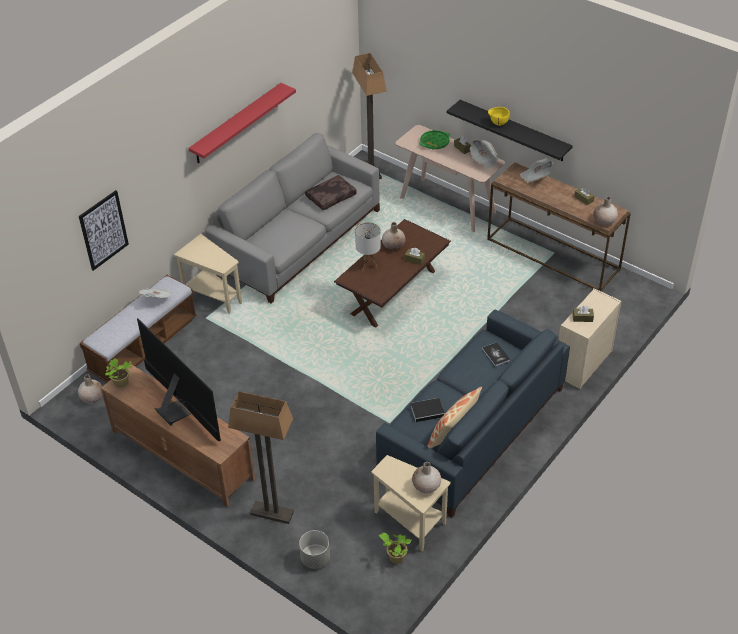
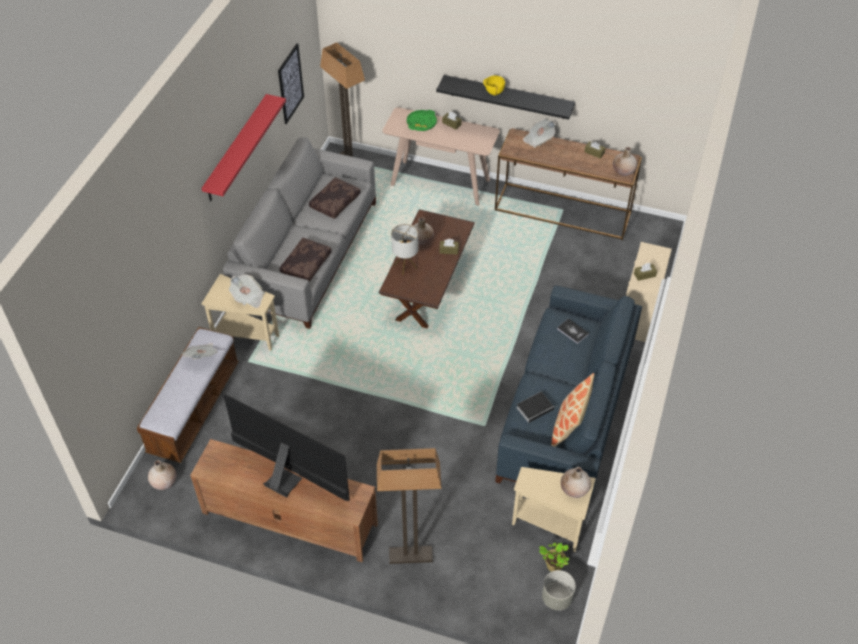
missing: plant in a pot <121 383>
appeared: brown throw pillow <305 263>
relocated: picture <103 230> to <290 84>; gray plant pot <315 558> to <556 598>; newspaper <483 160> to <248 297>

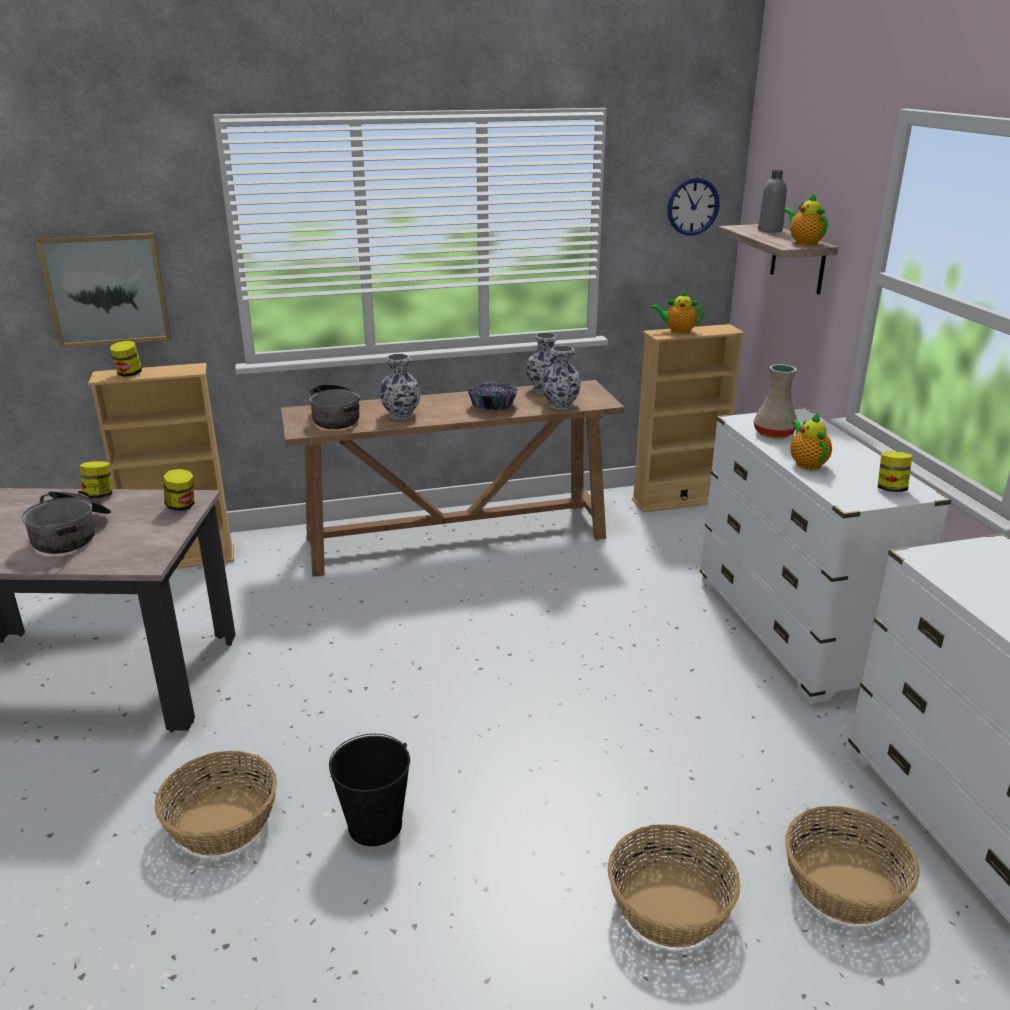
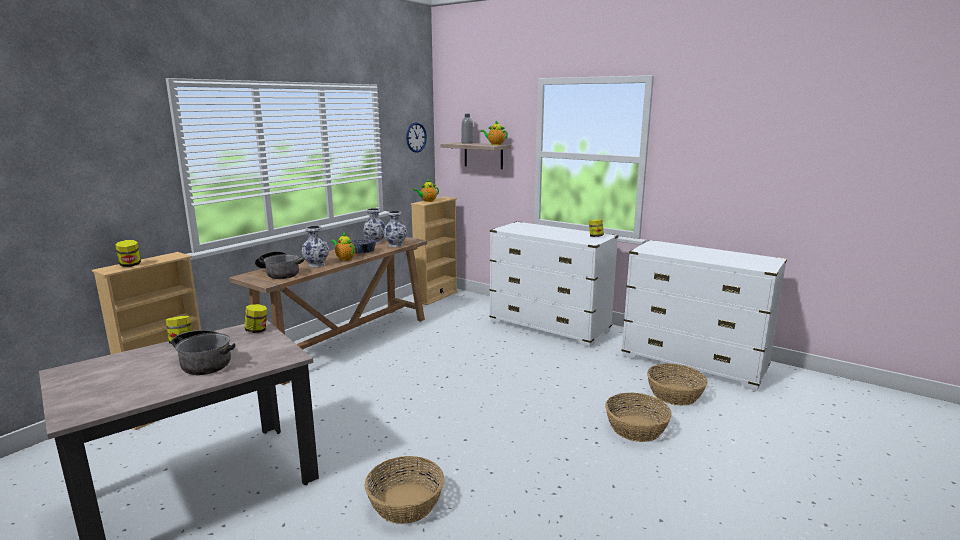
missing: picture <107 289>; black-coloured bucket <375 825>; beige-coloured vase <773 433>
relocated: teapot <806 464> to <344 259>

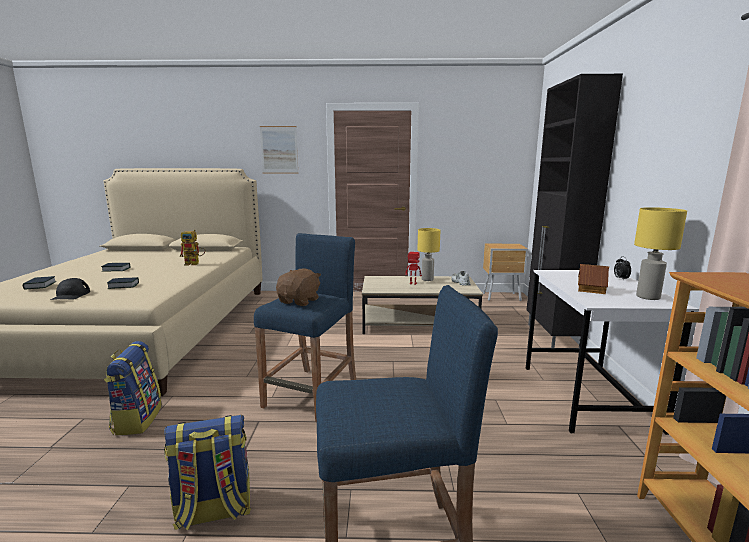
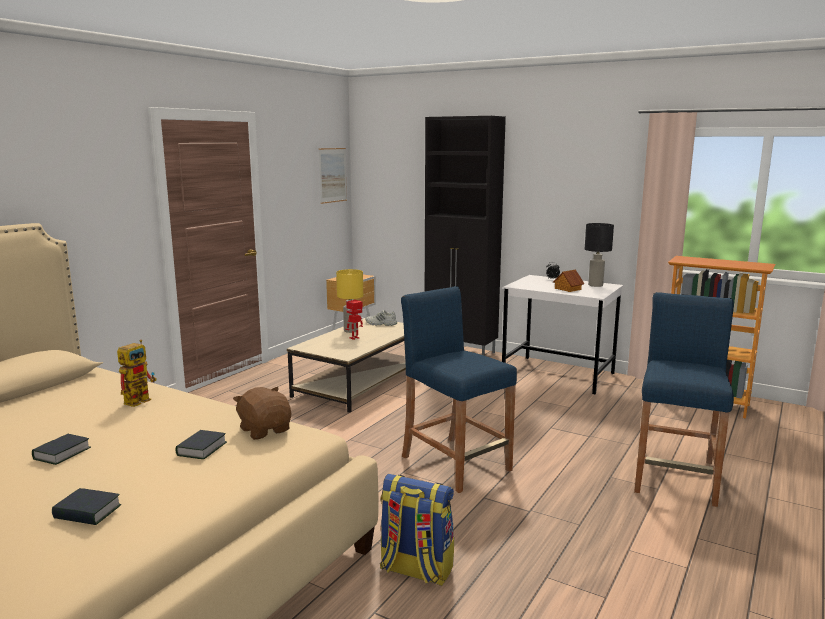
missing: black-coloured cap <70 295>; backpack <213 511>
relocated: picture <279 150> to <332 175>; brown plush toy <300 301> to <265 430>
colour: yellow tabletop lamp <647 297> to black-coloured tabletop lamp <595 285>

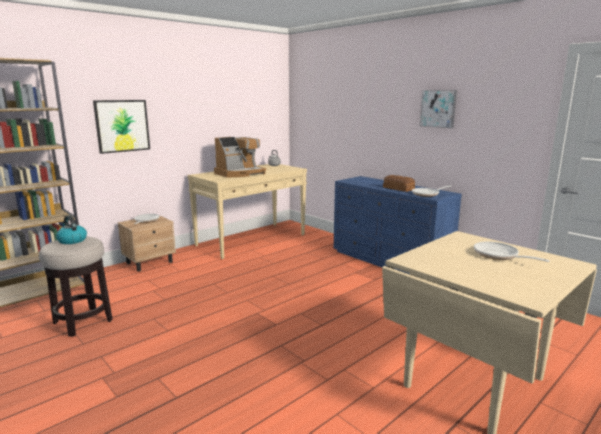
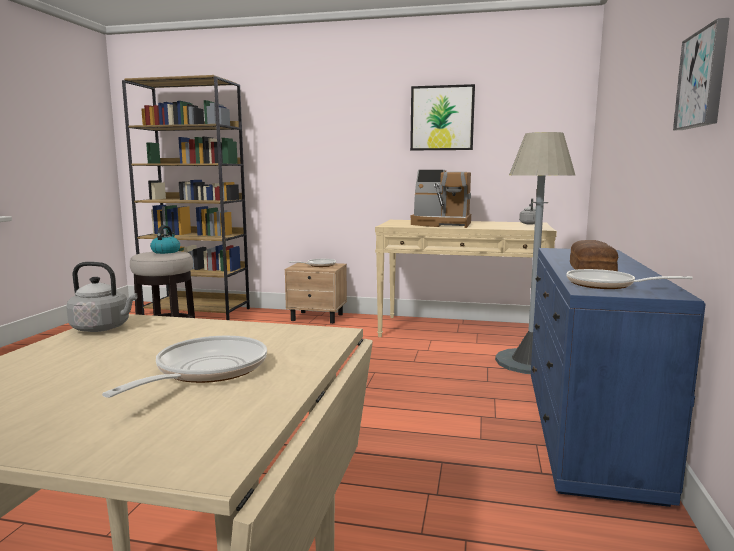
appeared: gray tea kettle <103 328>; gray standard lamp <530 362>
relocated: picture <122 126> to <442 118>

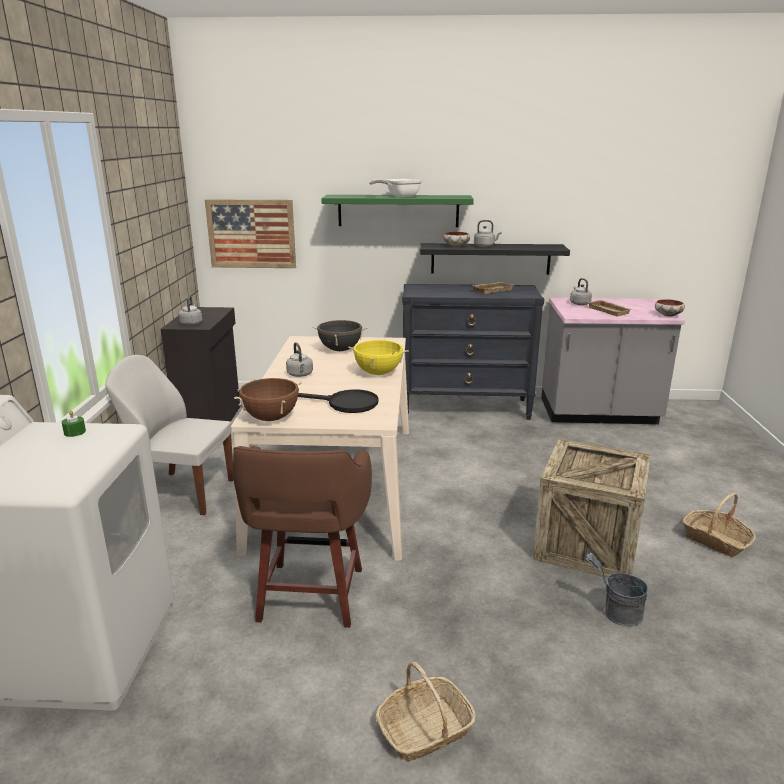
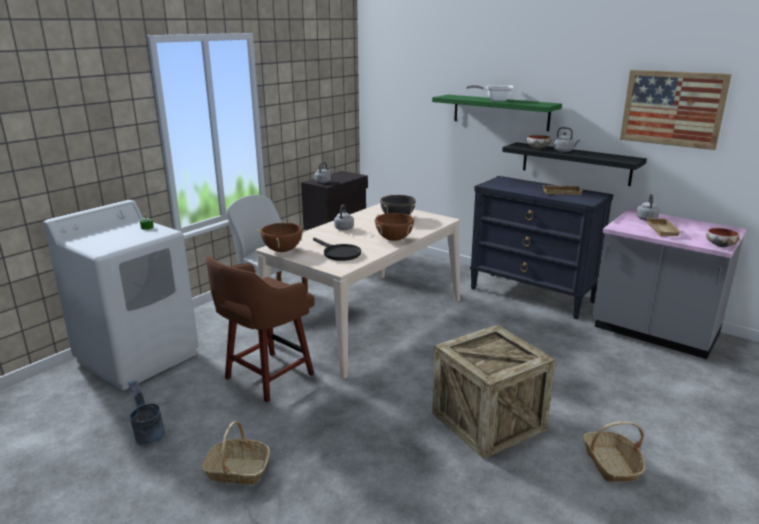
relocated: picture <251 234> to <672 108>; gray bucket <615 613> to <148 434>
colour: yellow stockpot <378 373> to brown stockpot <394 239>

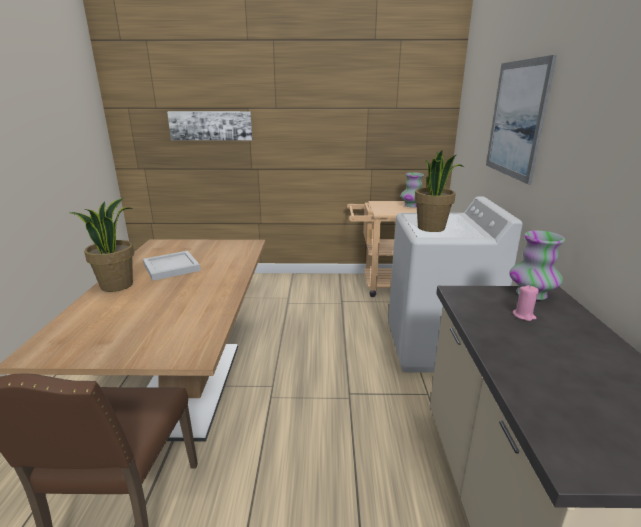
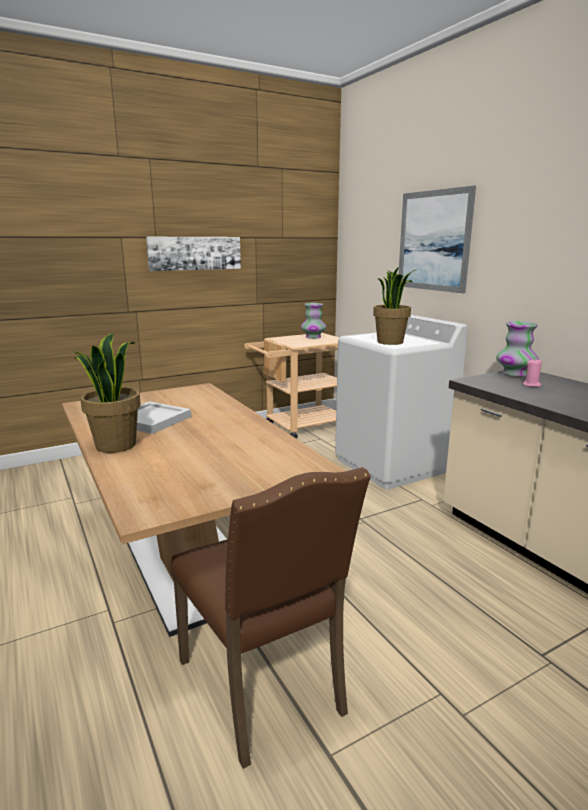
relocated: picture <211 125> to <195 253>

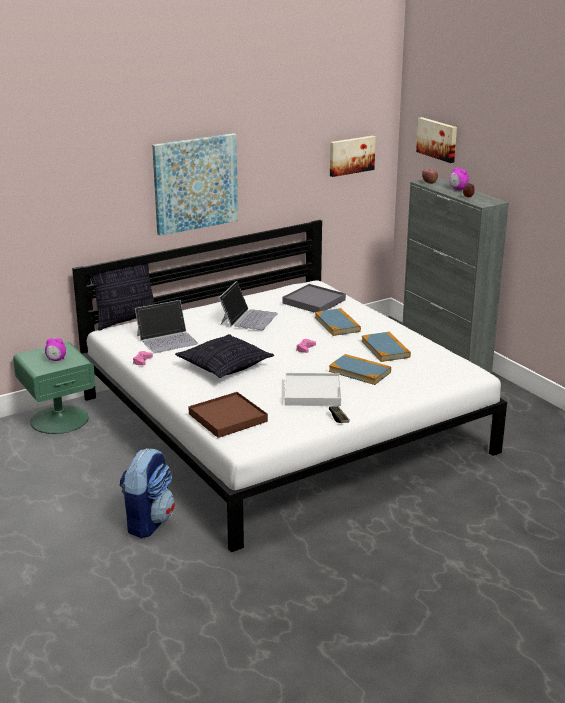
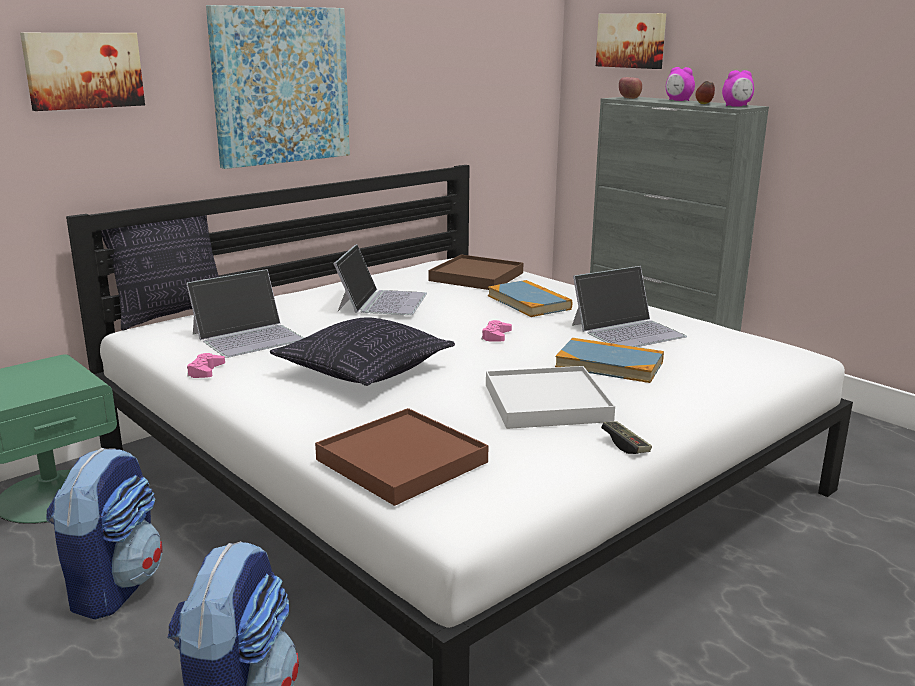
appeared: backpack <114 586>
relocated: bedside clock <56 360> to <736 106>; picture <351 155> to <83 70>
exchanged: book <385 349> to portable computer <628 330>
colour: gray serving tray <314 301> to brown serving tray <476 277>

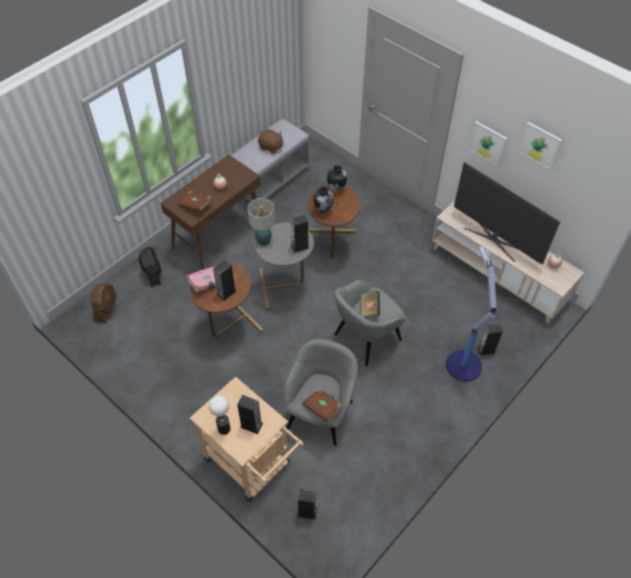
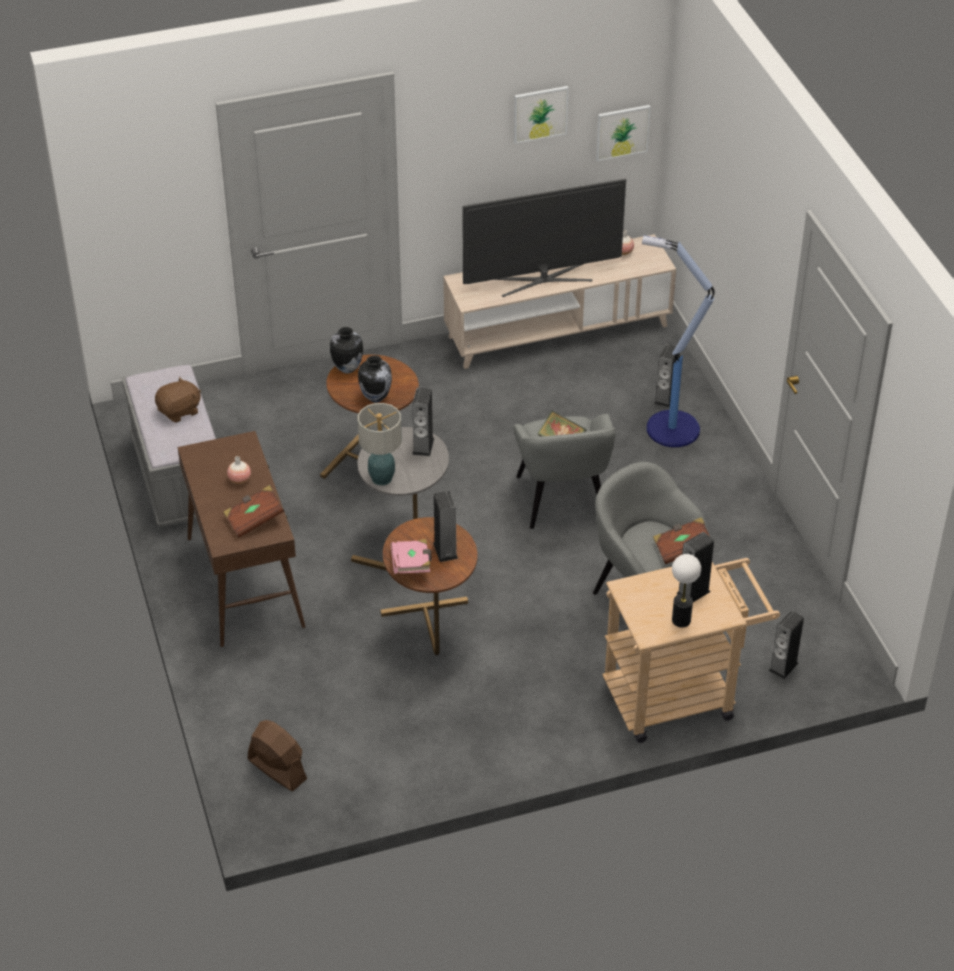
missing: black-coloured fan <152 273>
relocated: picture <488 143> to <622 132>

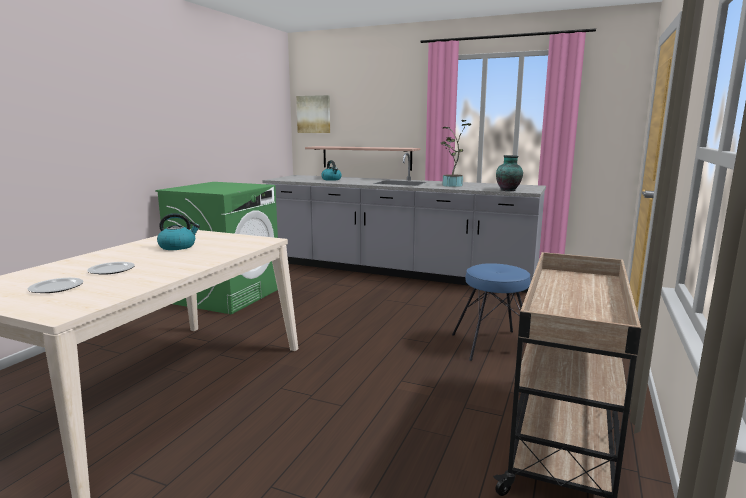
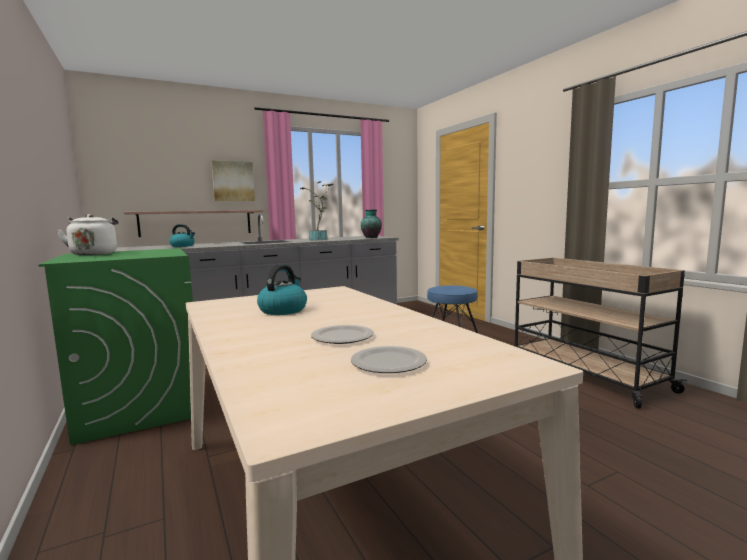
appeared: white tea kettle <94 254>
relocated: picture <314 114> to <233 181>

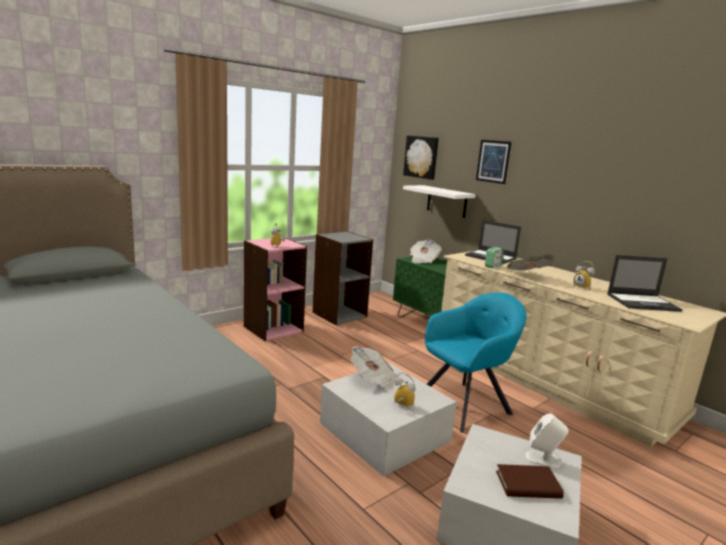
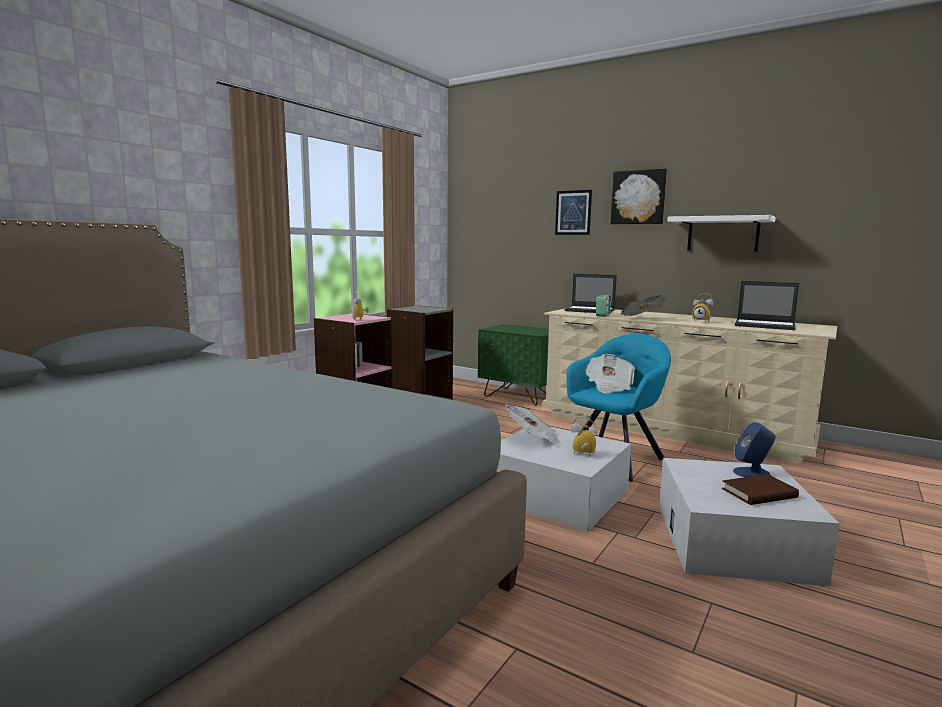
relocated: picture <421 157> to <638 197>; white shelf <446 201> to <723 234>; newspaper <423 260> to <609 387>
colour: white audio speaker <543 459> to blue-coloured audio speaker <752 473>
spun: portable computer <643 302> = <765 325> 45 degrees clockwise

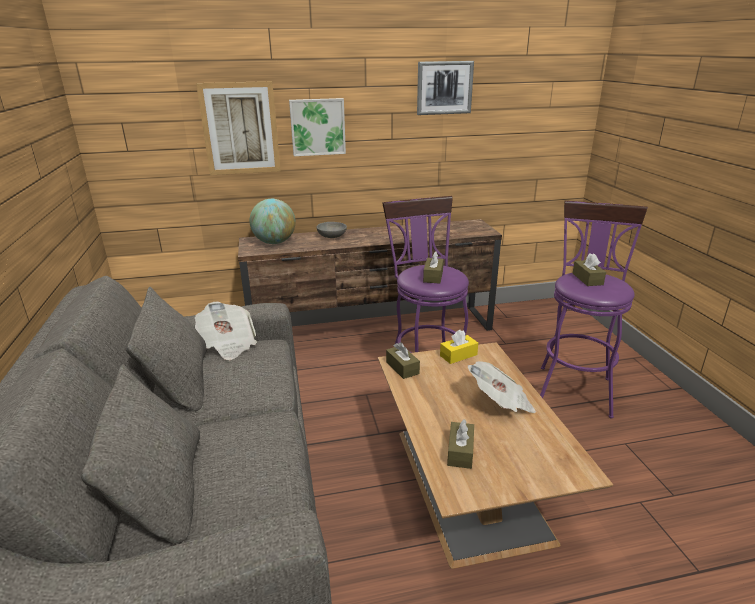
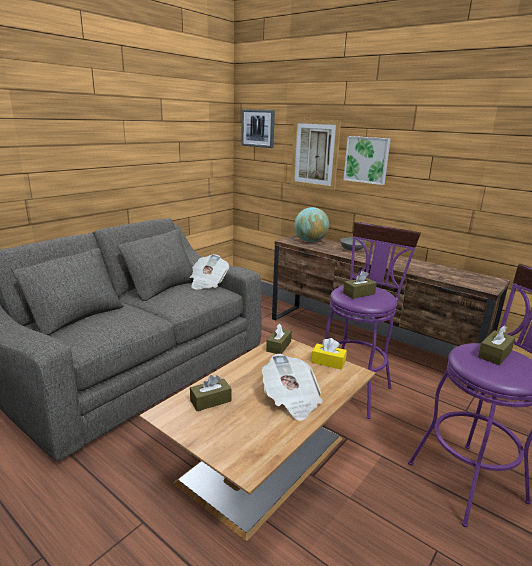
relocated: picture <444 88> to <258 128>

